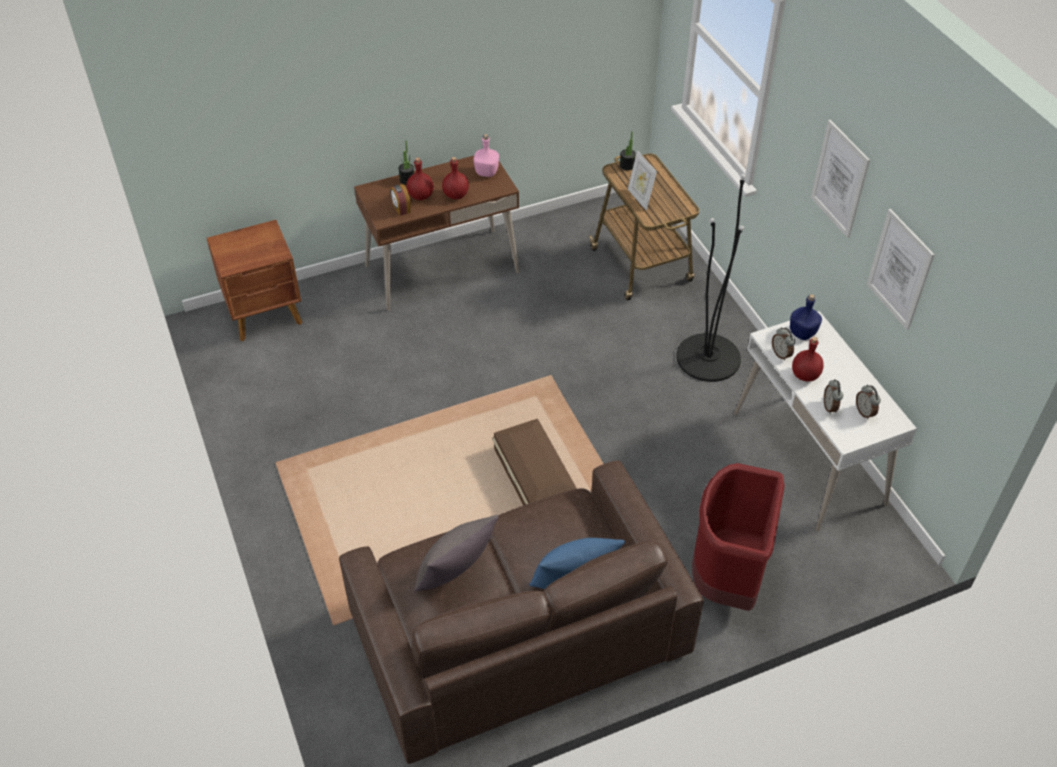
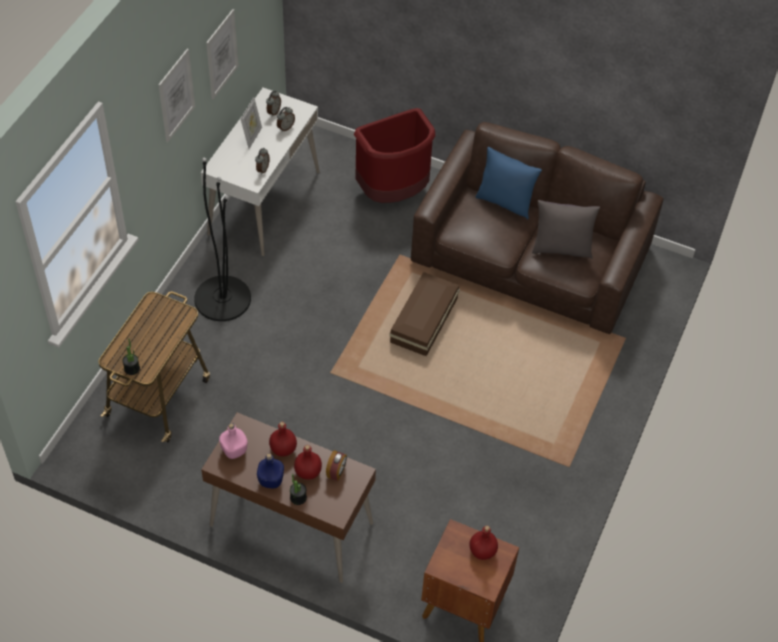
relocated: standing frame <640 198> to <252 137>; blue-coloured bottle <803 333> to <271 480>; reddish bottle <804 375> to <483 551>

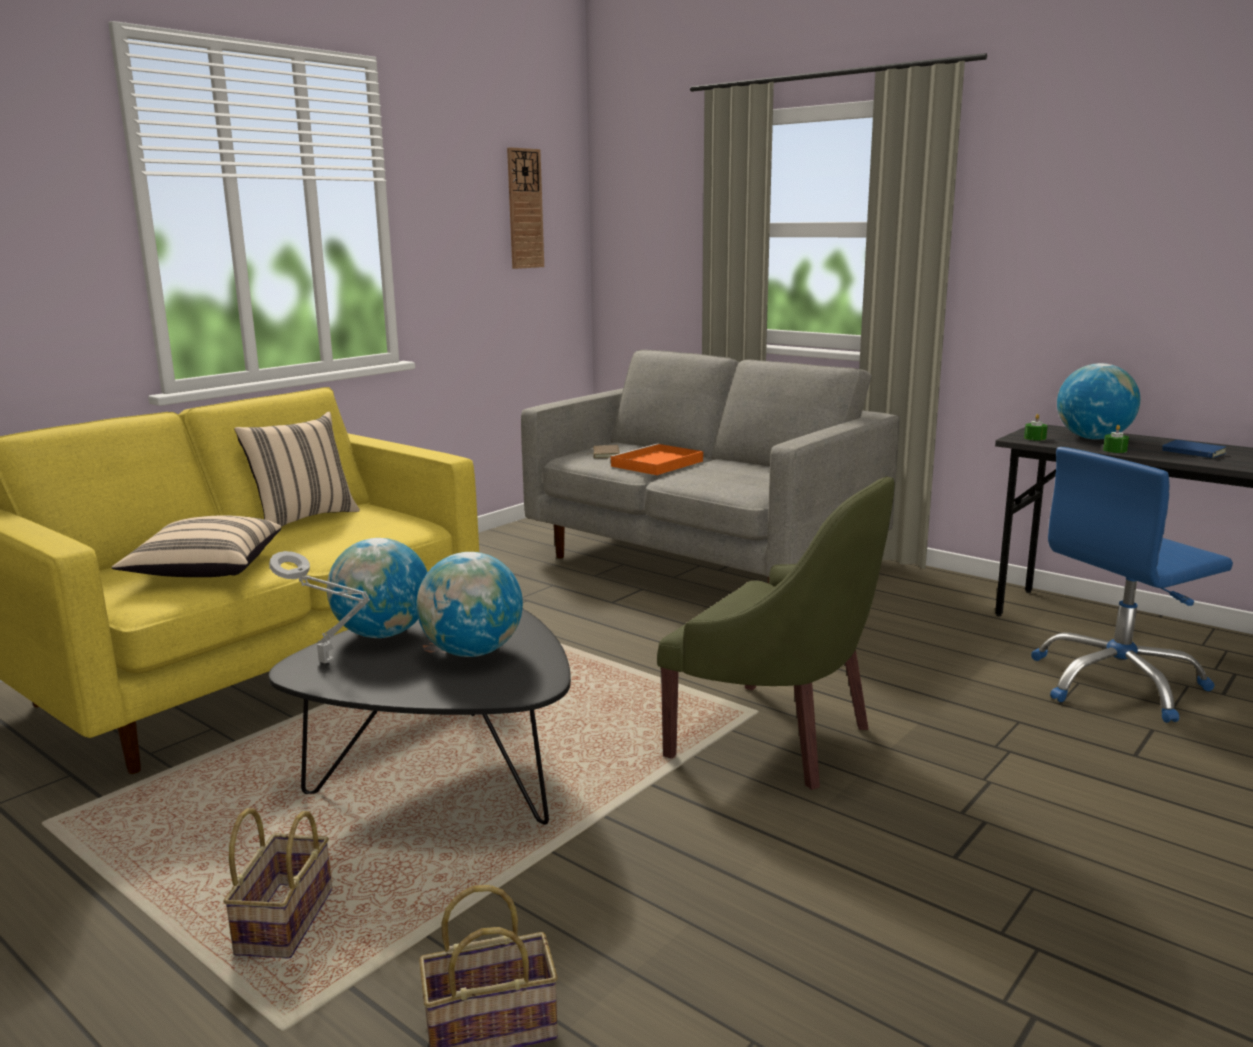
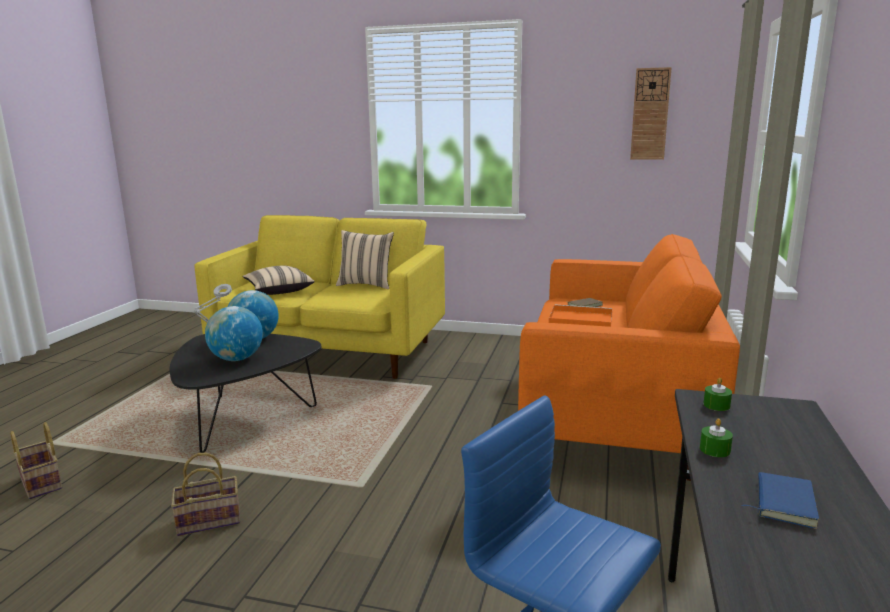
missing: green-coloured lounge chair <777 738>; desk globe <1093 438>
relocated: basket <284 920> to <210 520>
colour: gray settee <702 563> to orange-coloured settee <615 414>

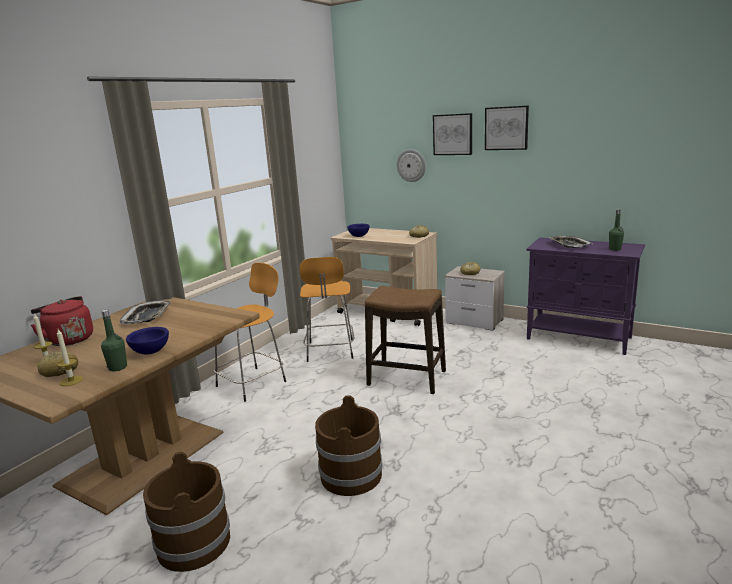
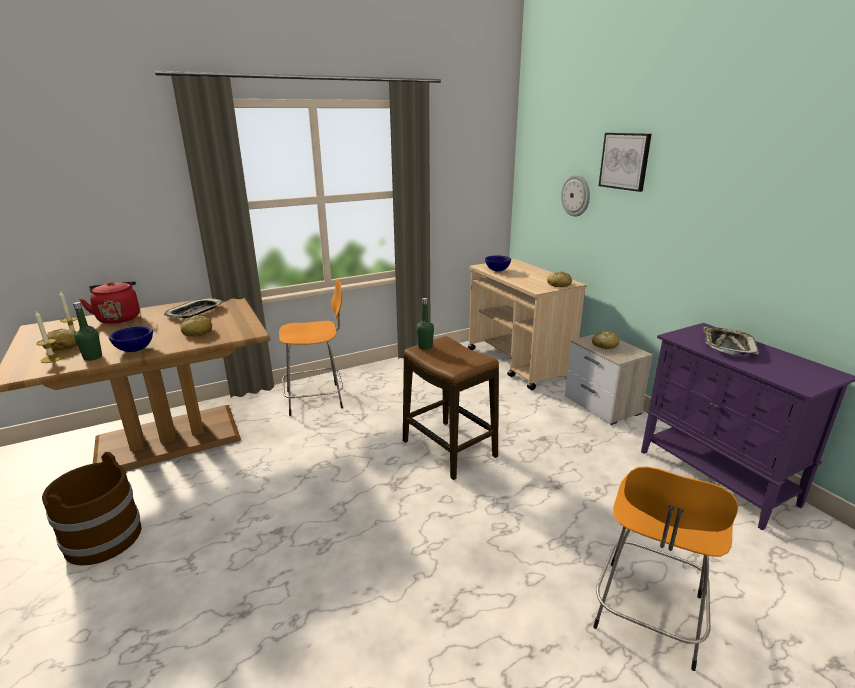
missing: brown bucket <351 475>; picture <506 128>
appeared: bread <197 332>
relocated: orange-coloured stool seat <330 351> to <647 615>; green-coloured bottle <615 249> to <425 347>

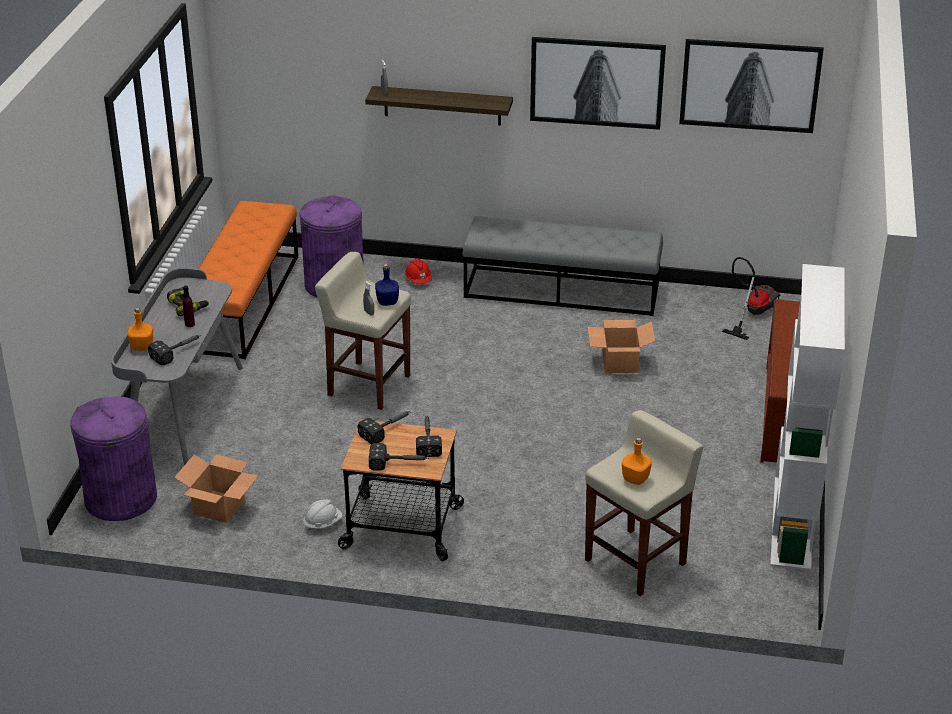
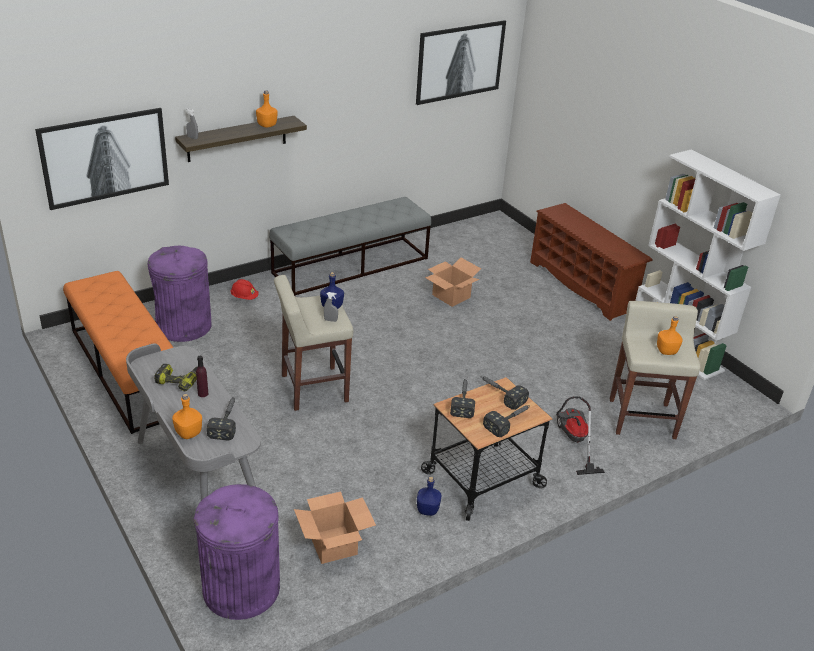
appeared: orange-coloured bottle <266 125>
relocated: picture <597 82> to <104 157>; vacuum cleaner <752 313> to <573 441>
exchanged: white work helmet <323 523> to blue-coloured bottle <427 510>

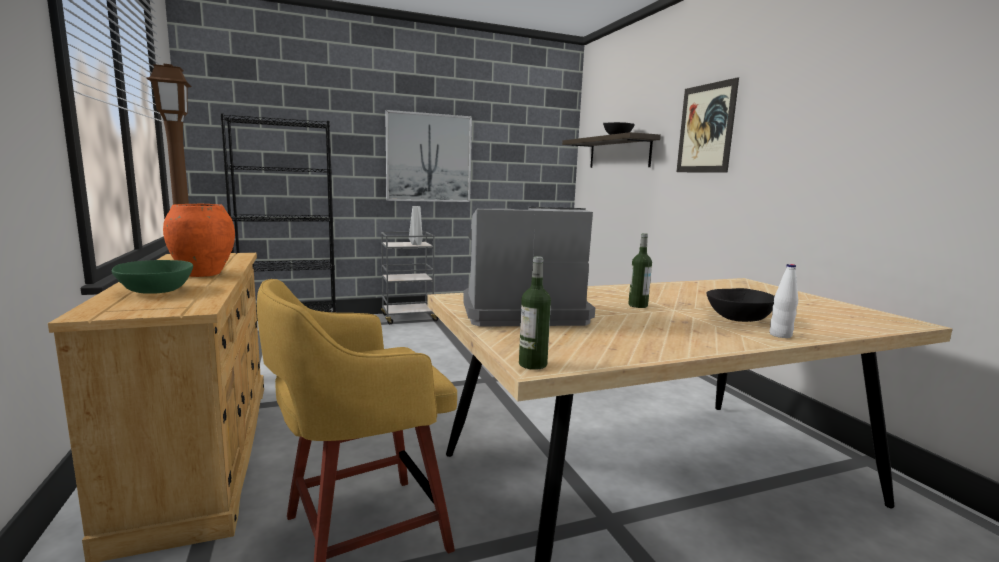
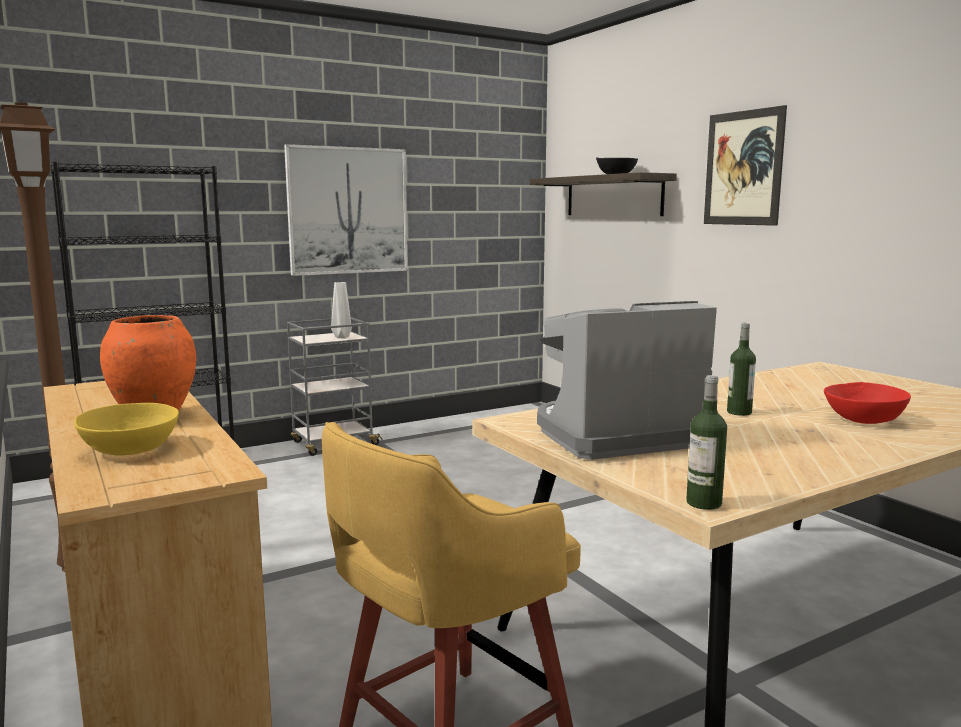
missing: white bottle <780 335>
colour: green-coloured serving bowl <157 291> to yellow serving bowl <131 450>; black-coloured serving bowl <738 319> to reddish serving bowl <863 420>

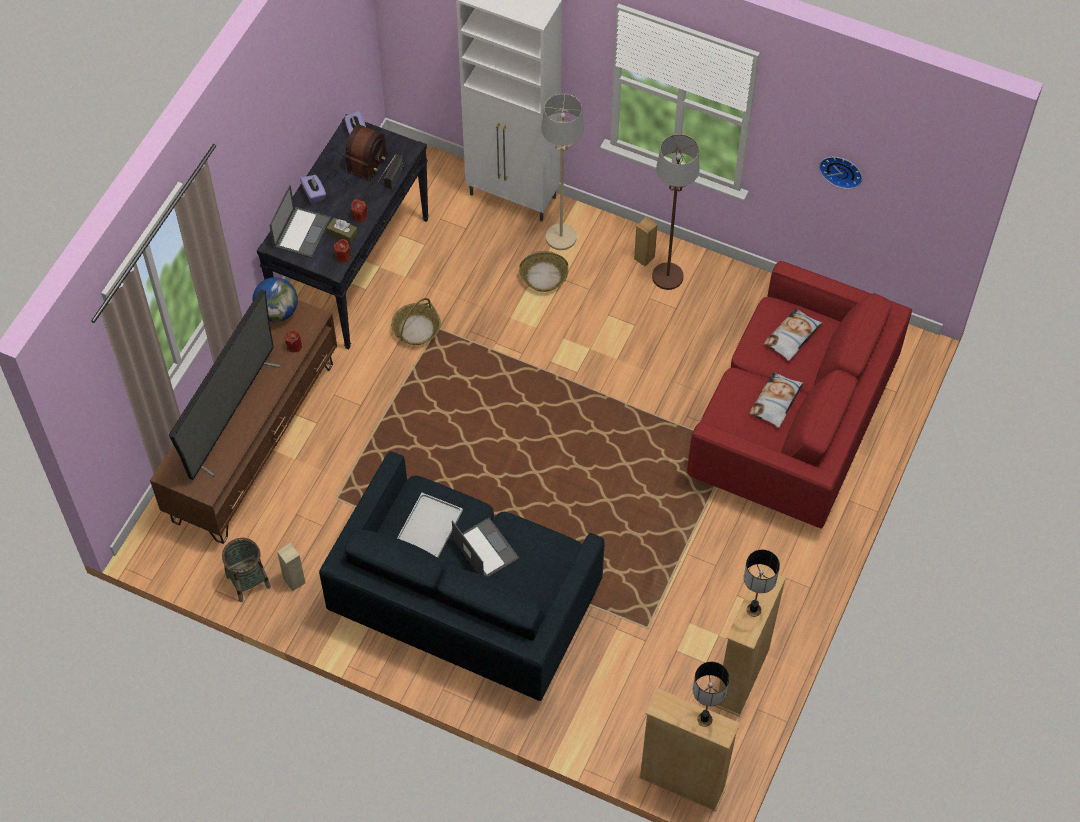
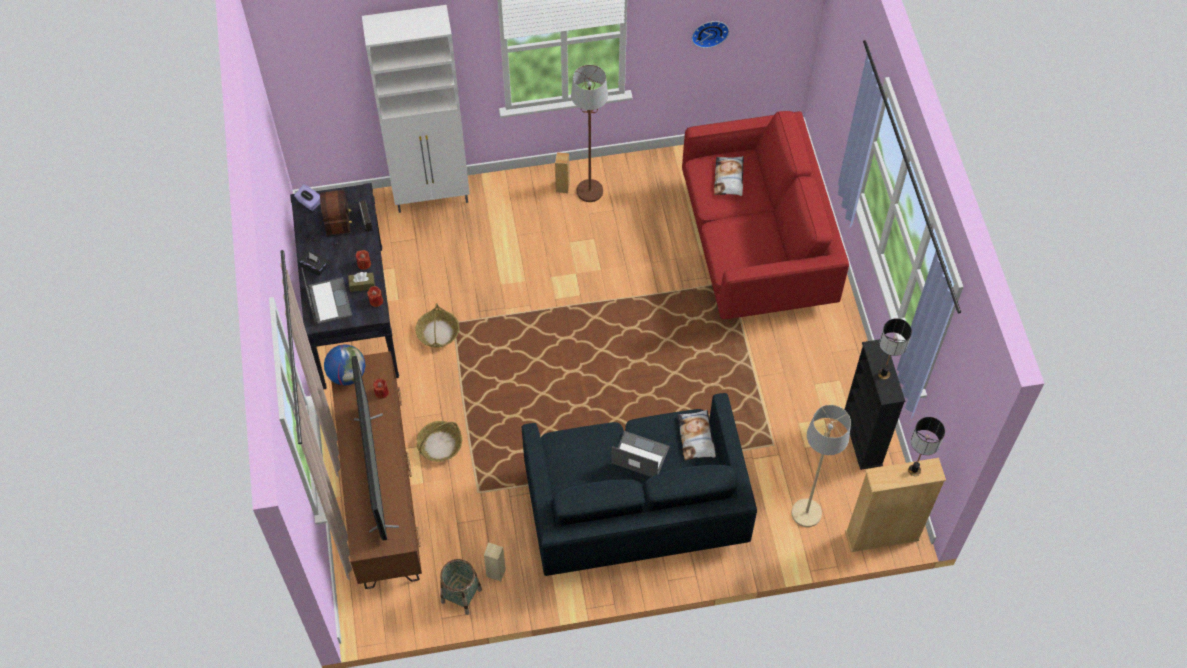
missing: white serving tray <429 525>
relocated: basket <543 276> to <440 445>; beige-coloured standard lamp <561 238> to <806 513>; throw pillow <776 402> to <696 437>
colour: purple-coloured tissue box <314 194> to black-coloured tissue box <314 267>; beige-coloured bookshelf <742 677> to black-coloured bookshelf <862 437>

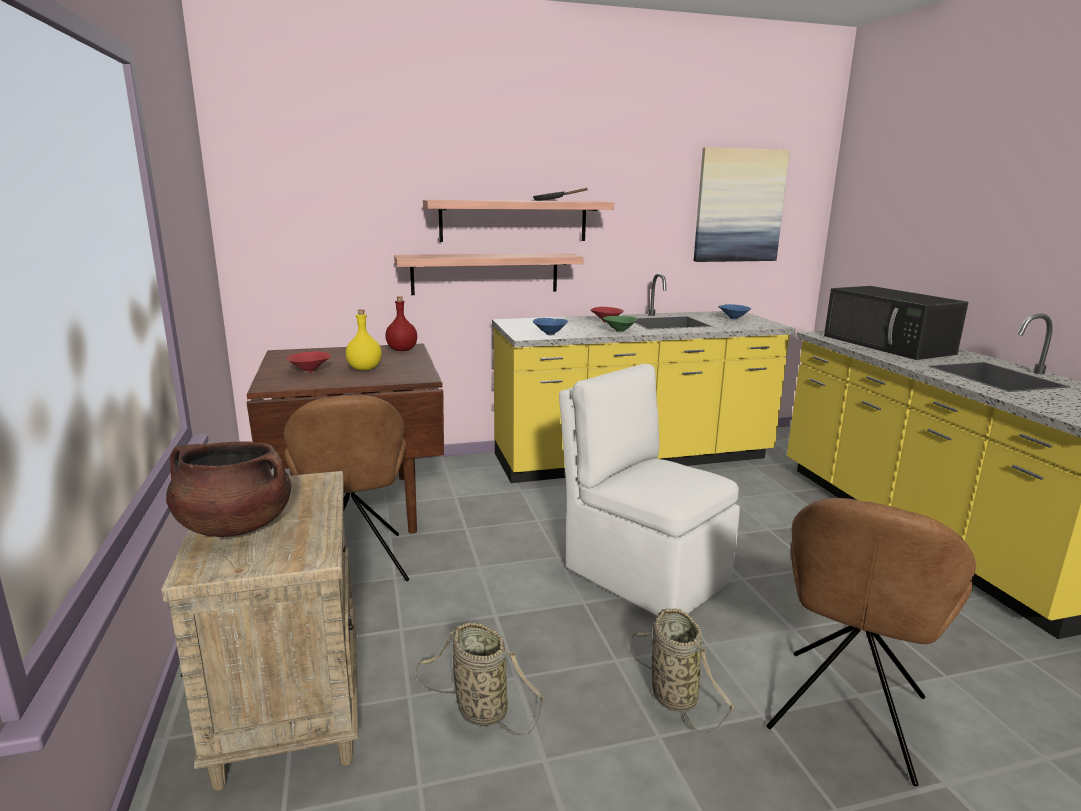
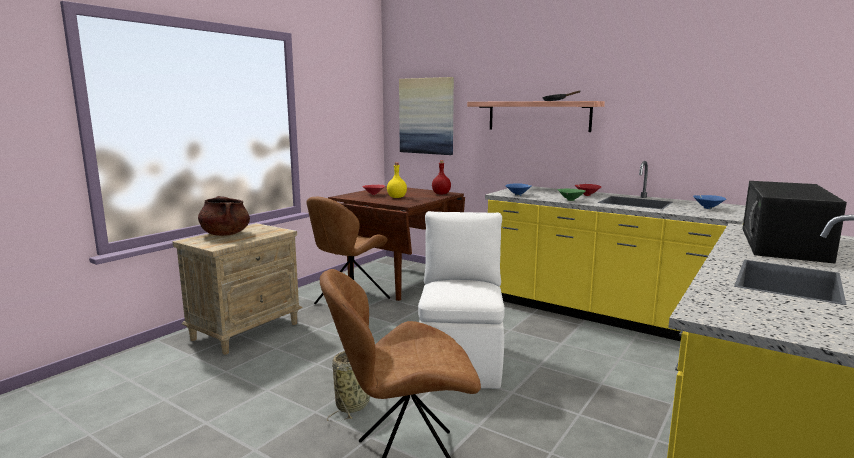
missing: shelf <485 273>; basket <478 709>
relocated: picture <739 206> to <426 116>

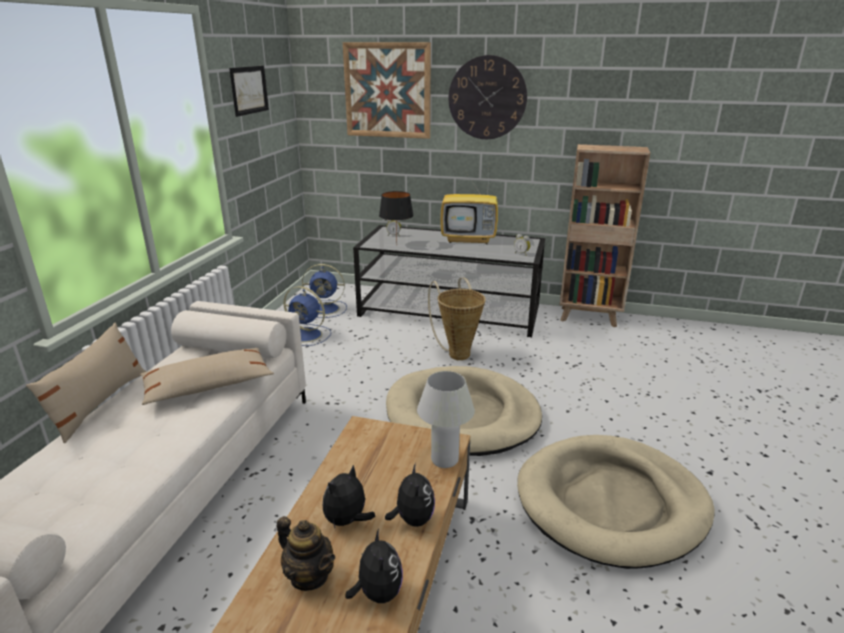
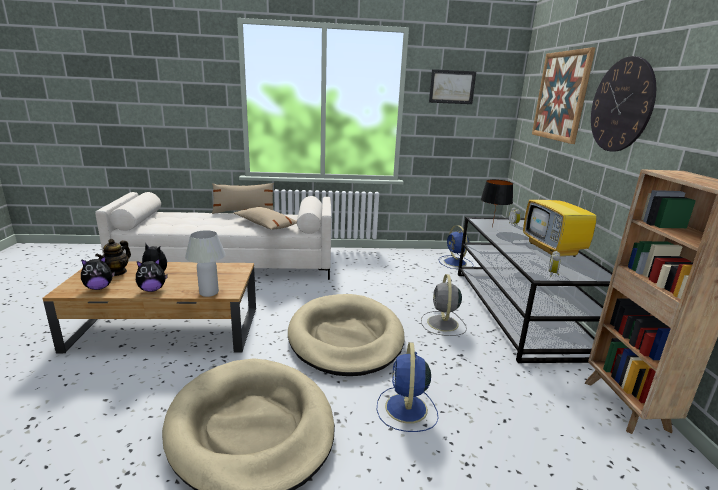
relocated: blue-coloured fan <308 335> to <406 409>
exchanged: basket <457 352> to gray fan <442 324>

